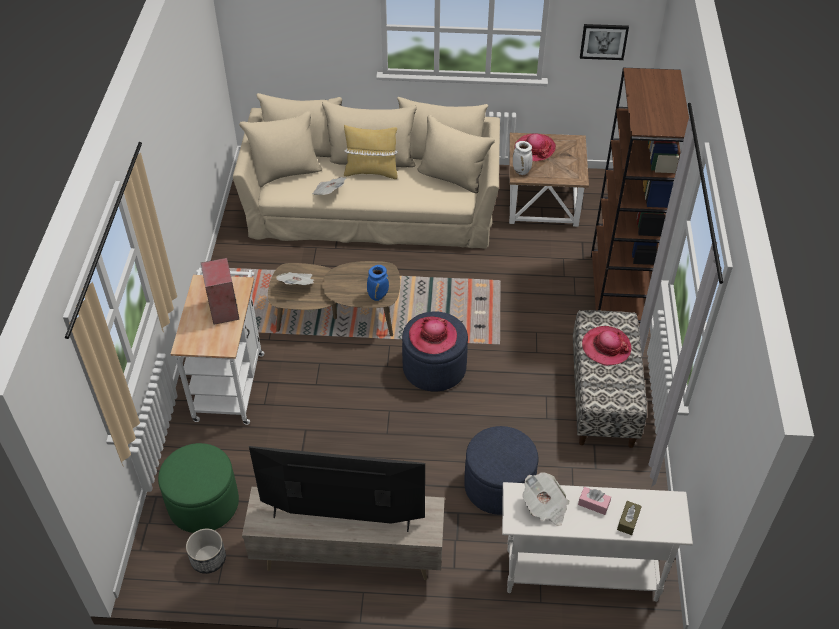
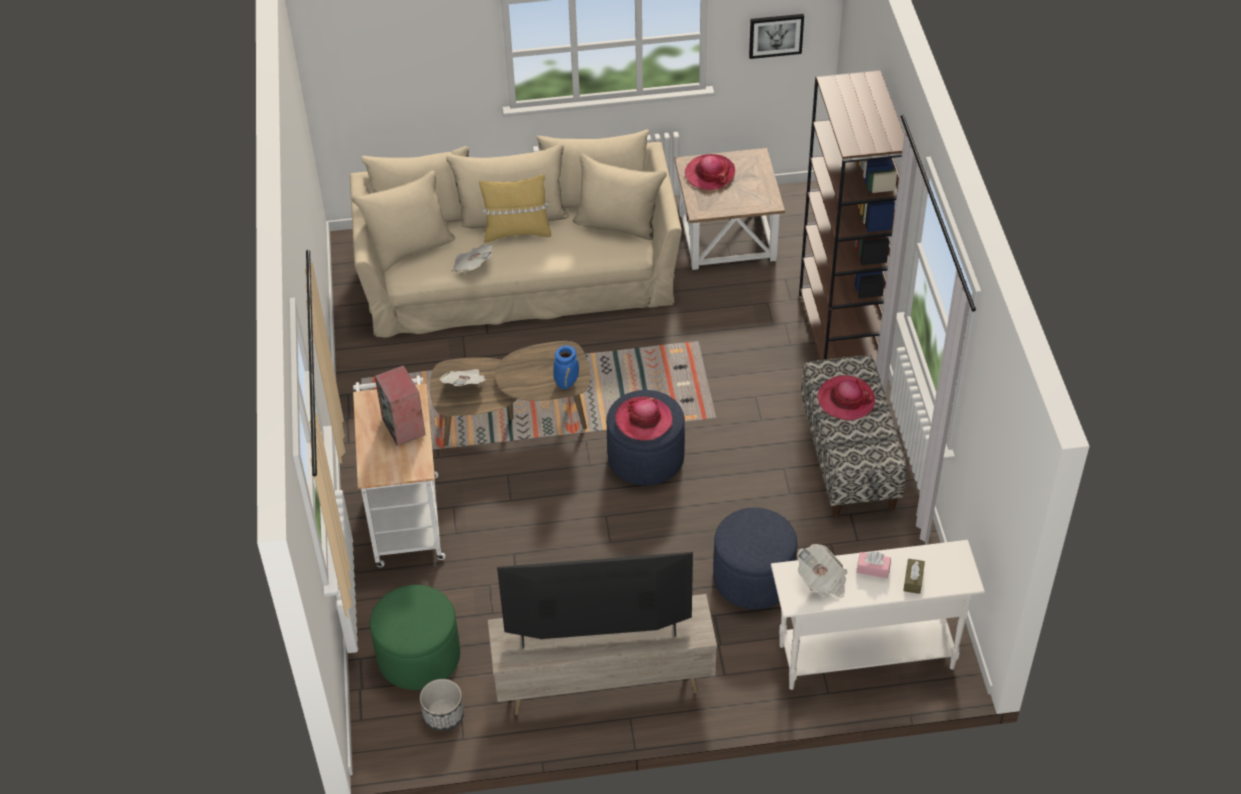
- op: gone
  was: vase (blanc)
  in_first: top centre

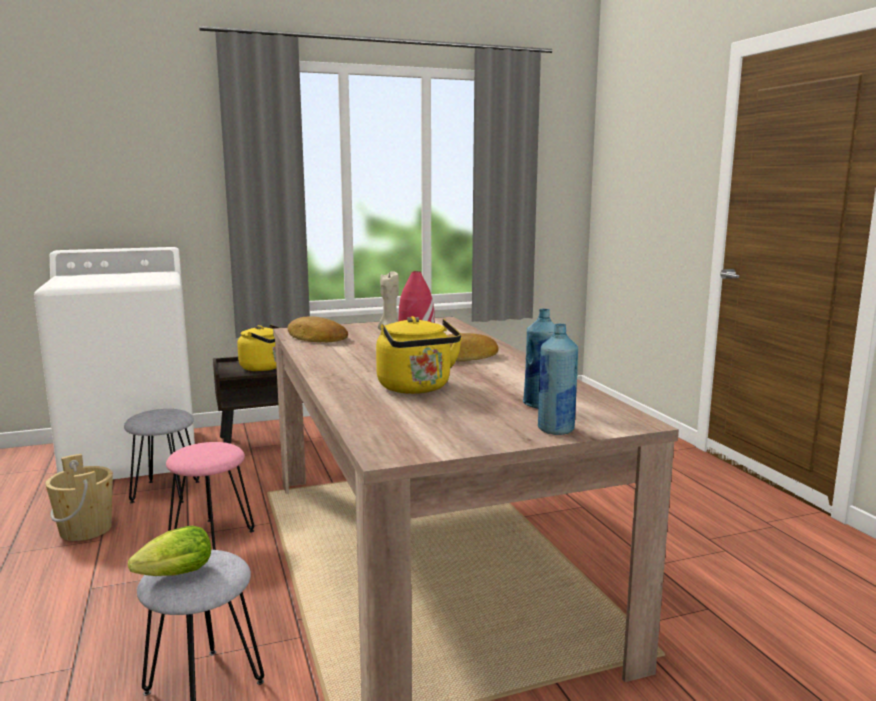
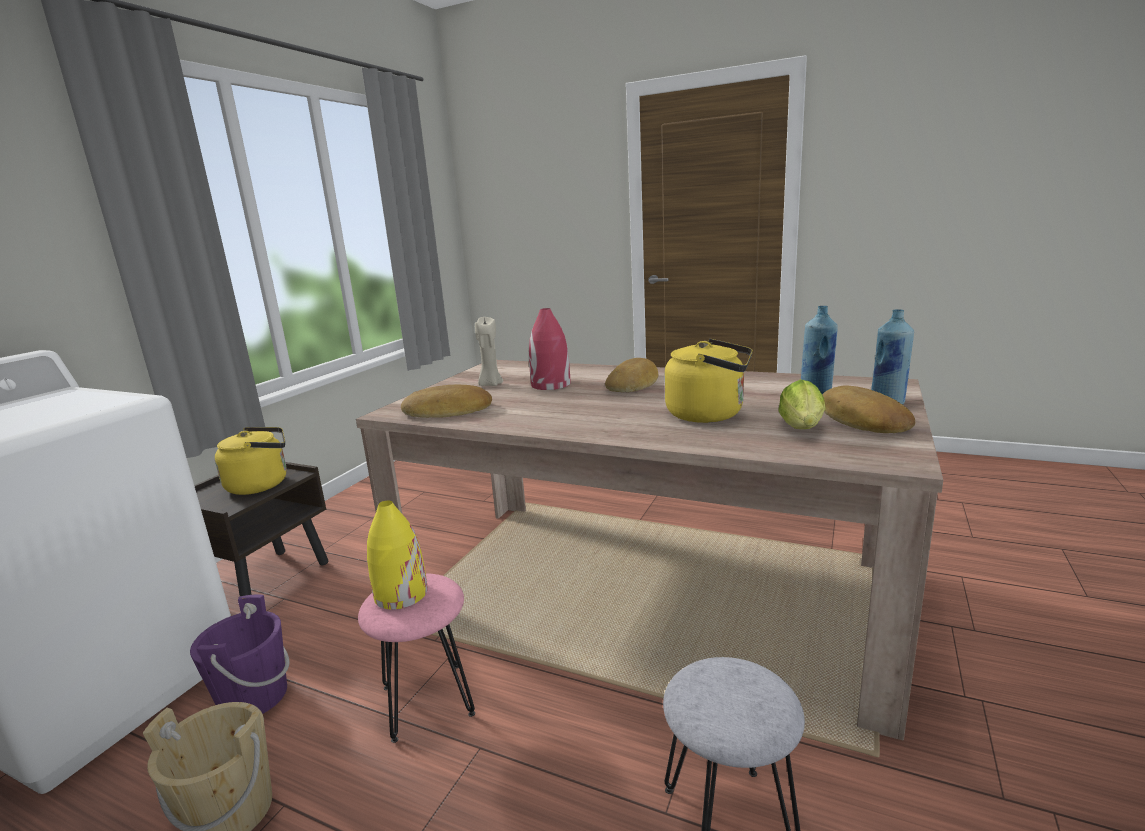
- op: swapped
  was: tabouret (gris) (no. 1 from left)
  now: seau (violet)
  in_first: middle left
  in_second: bottom left
- op: new
  now: vase (jaune)
  in_second: bottom centre
- op: shifted
  was: laitue
  in_first: bottom left
  in_second: middle right
- op: new
  now: pain (no. 3 from left)
  in_second: middle right

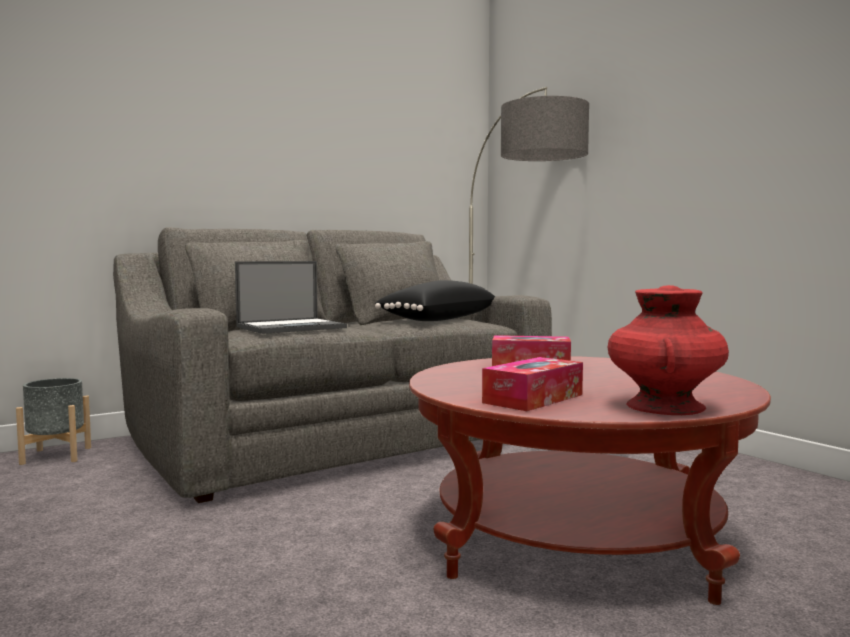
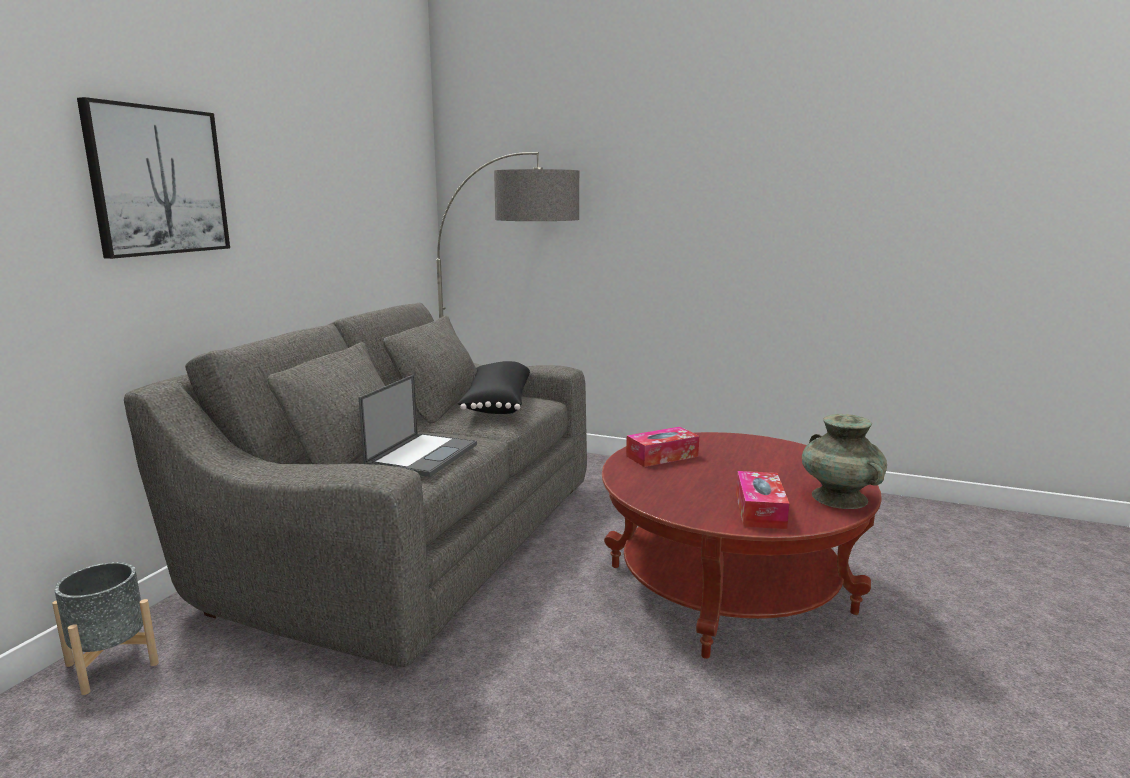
- op: new
  now: tableau
  in_second: top left
- op: repainted
  was: vase (rouge)
  now: vase (turquoise)
  in_first: middle right
  in_second: middle right

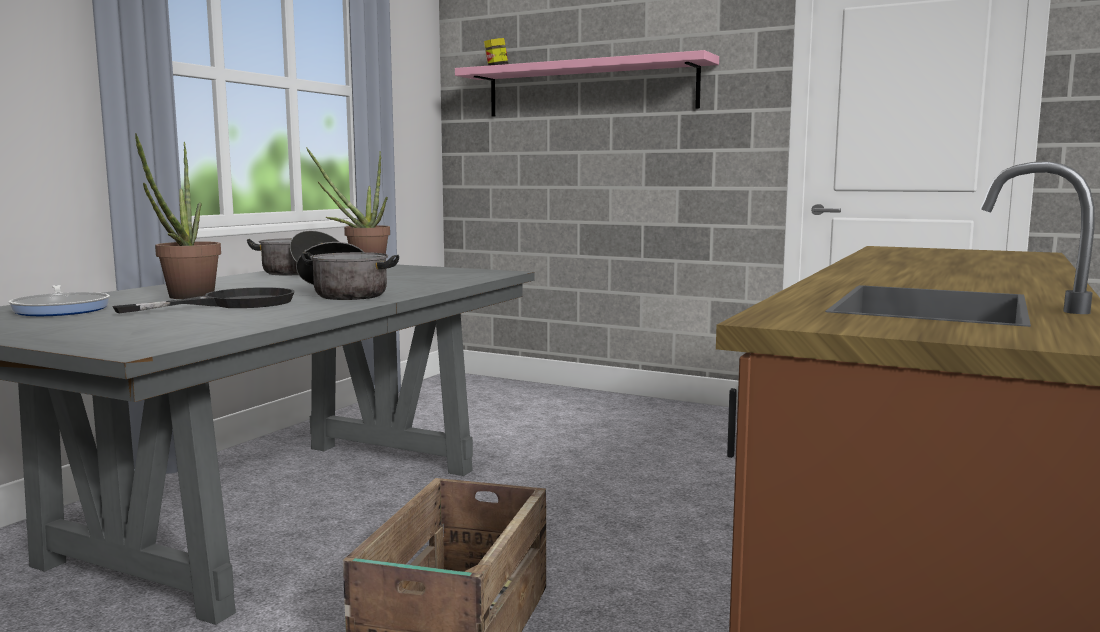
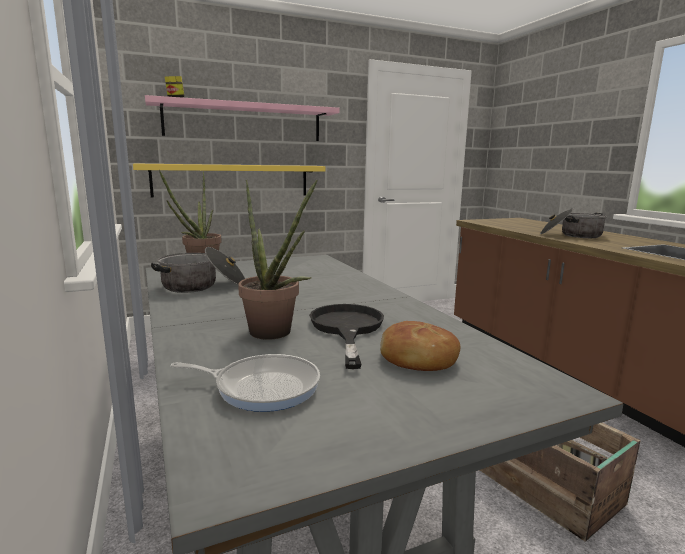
- op: new
  now: étagère (jaune)
  in_second: top centre
- op: new
  now: pain
  in_second: centre
- op: shifted
  was: marmite (no. 2 from left)
  in_first: middle left
  in_second: middle right

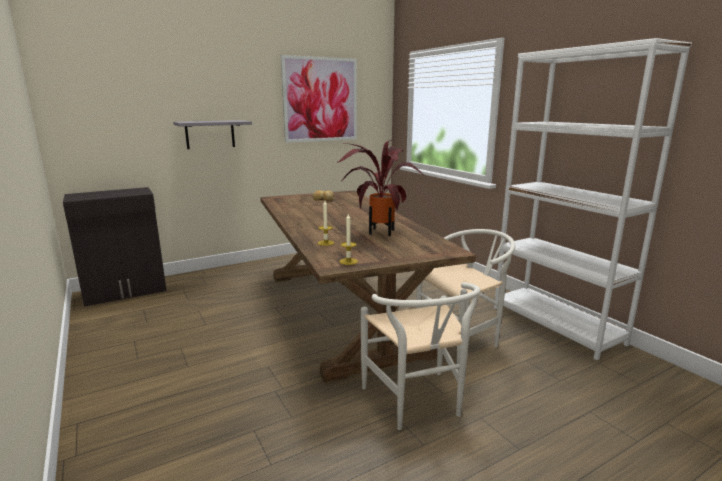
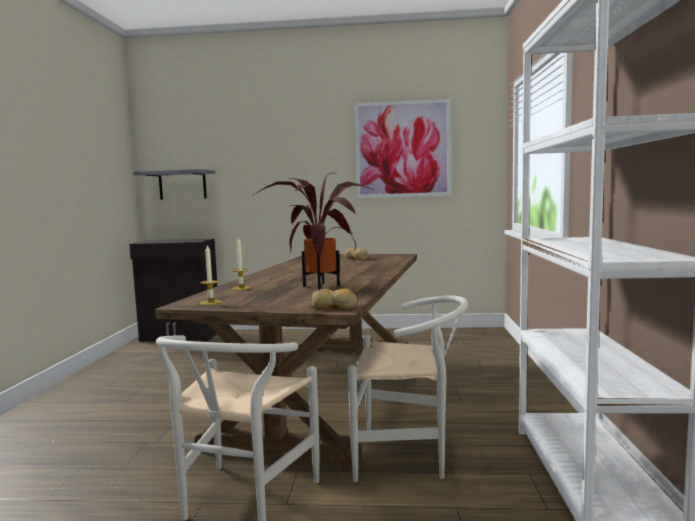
- op: shifted
  was: étagère (gris)
  in_first: top left
  in_second: middle left
- op: new
  now: pain (no. 1 from left)
  in_second: centre

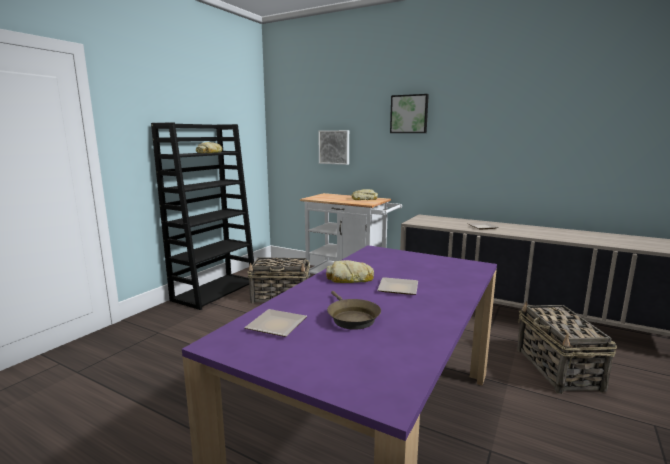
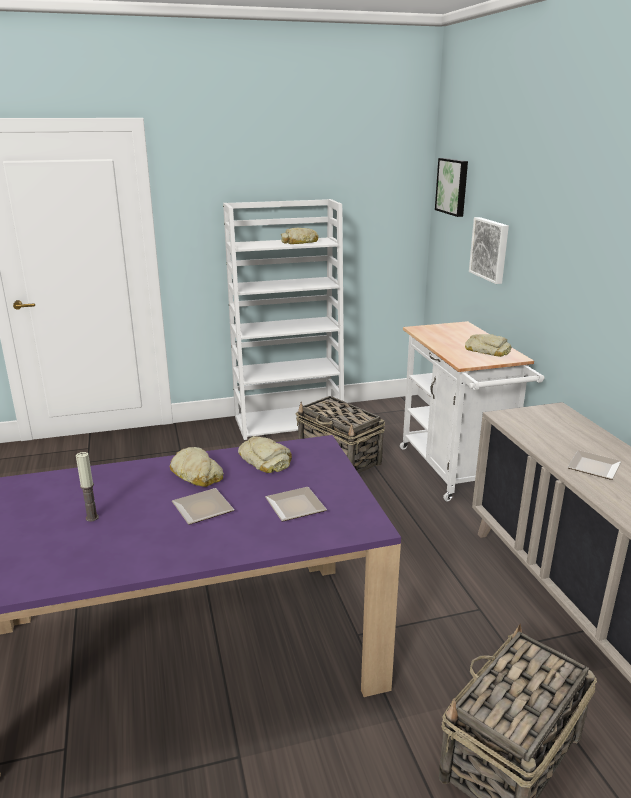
- op: swapped
  was: poêle (marron)
  now: bougie
  in_first: bottom centre
  in_second: middle left
- op: repainted
  was: bibliothèque (noir)
  now: bibliothèque (blanc)
  in_first: middle left
  in_second: centre
- op: new
  now: pain (no. 2 from left)
  in_second: centre
- op: shifted
  was: assiette (no. 1 from left in the first image)
  now: assiette (no. 2 from left)
  in_first: bottom centre
  in_second: centre
- op: shifted
  was: tableau (no. 2 from left in the first image)
  now: tableau (no. 1 from left)
  in_first: top centre
  in_second: top right

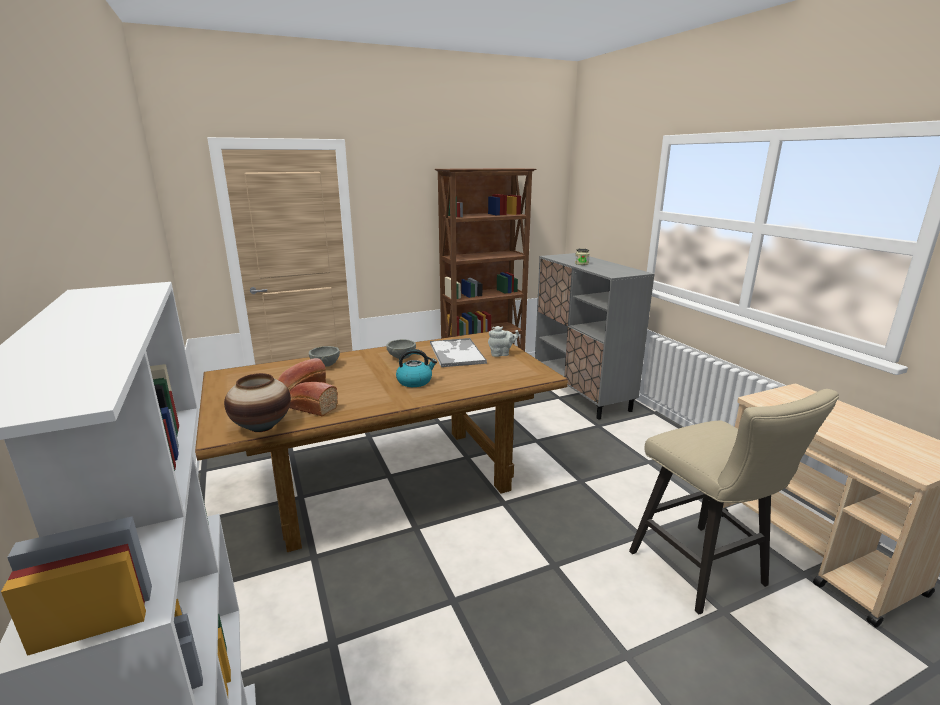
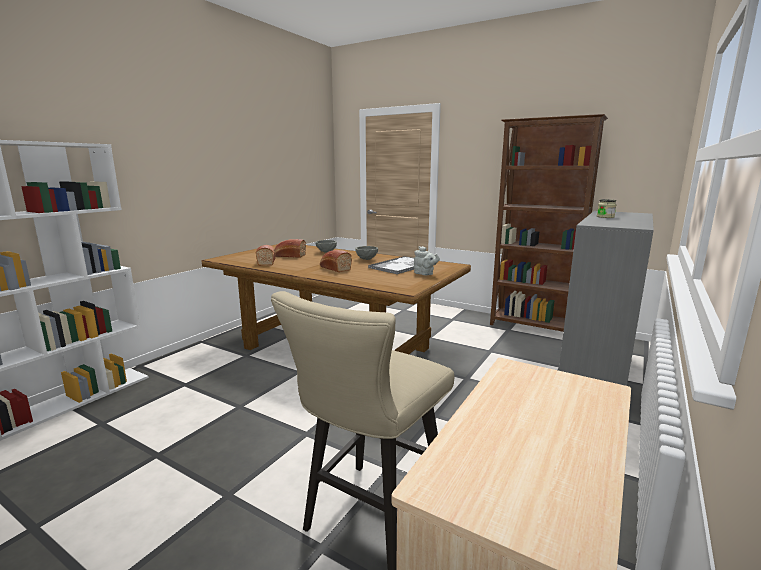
- op: swapped
  was: bouilloire
  now: pain (no. 3 from left)
  in_first: centre
  in_second: centre
- op: gone
  was: vase
  in_first: middle left

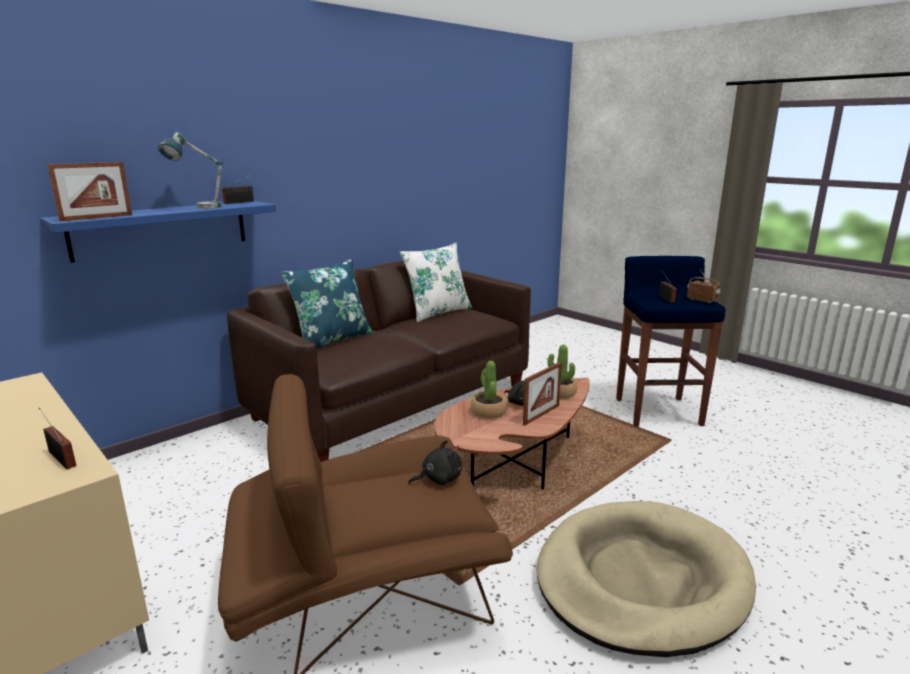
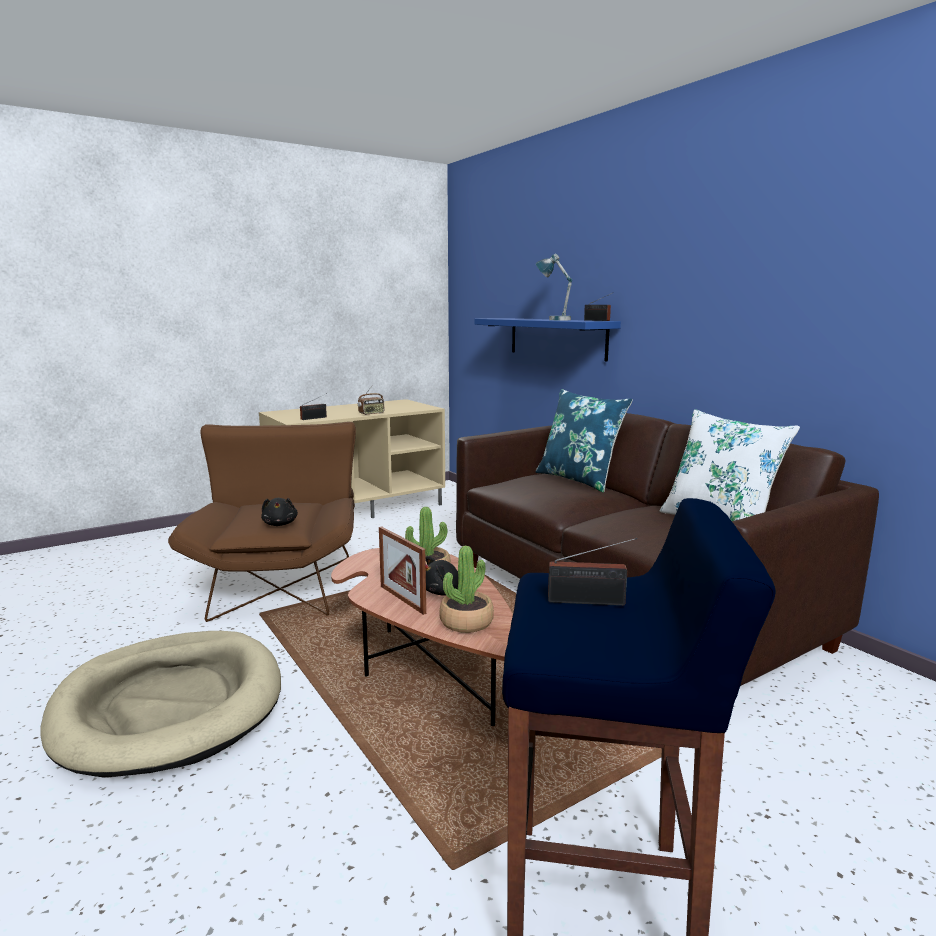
- op: shifted
  was: radio (no. 4 from left in the first image)
  now: radio (no. 2 from left)
  in_first: middle right
  in_second: centre
- op: gone
  was: cadre photo (no. 1 from left)
  in_first: top left

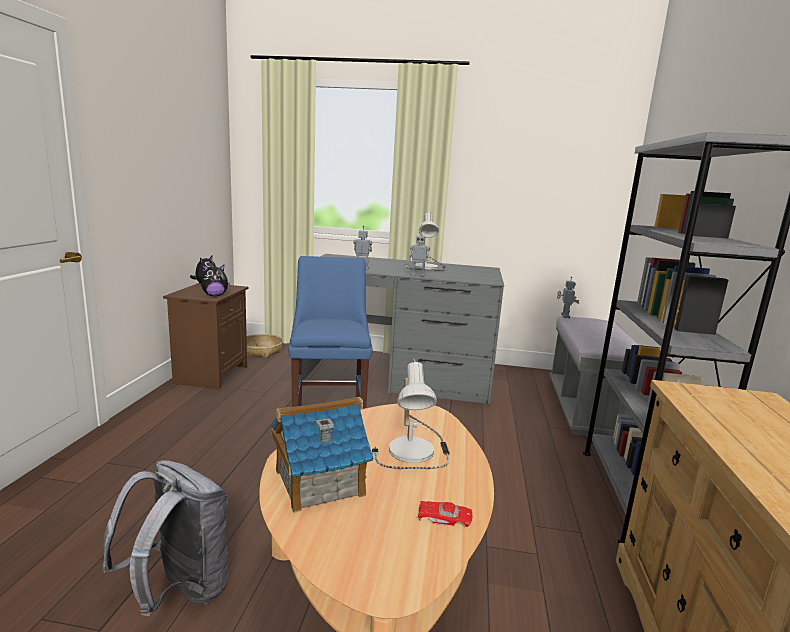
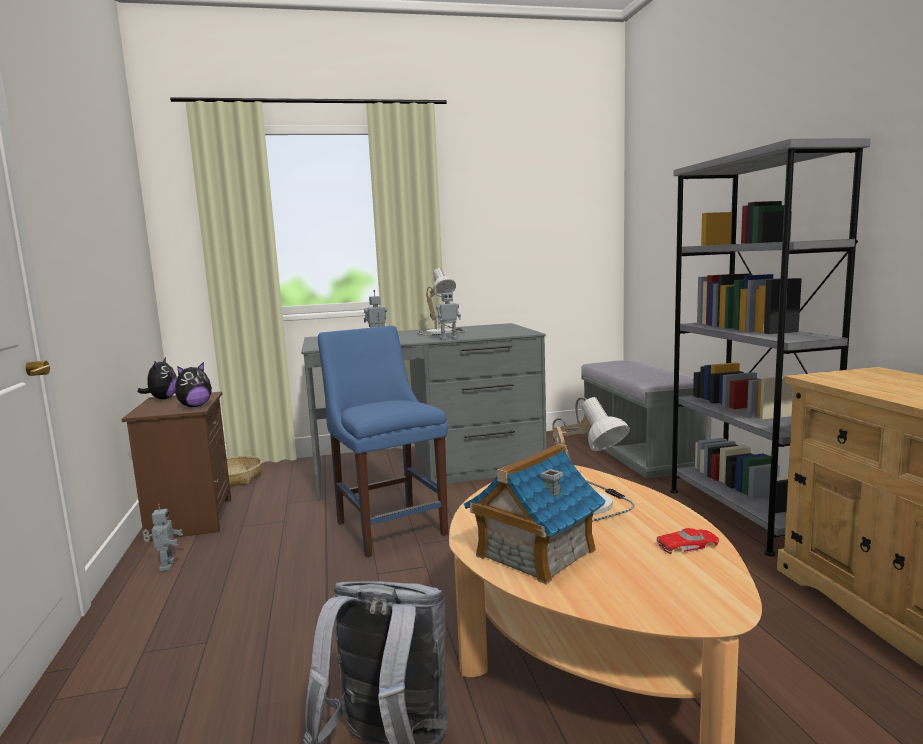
- op: shifted
  was: robot jouet (no. 3 from left in the first image)
  now: robot jouet (no. 1 from left)
  in_first: middle right
  in_second: bottom left

